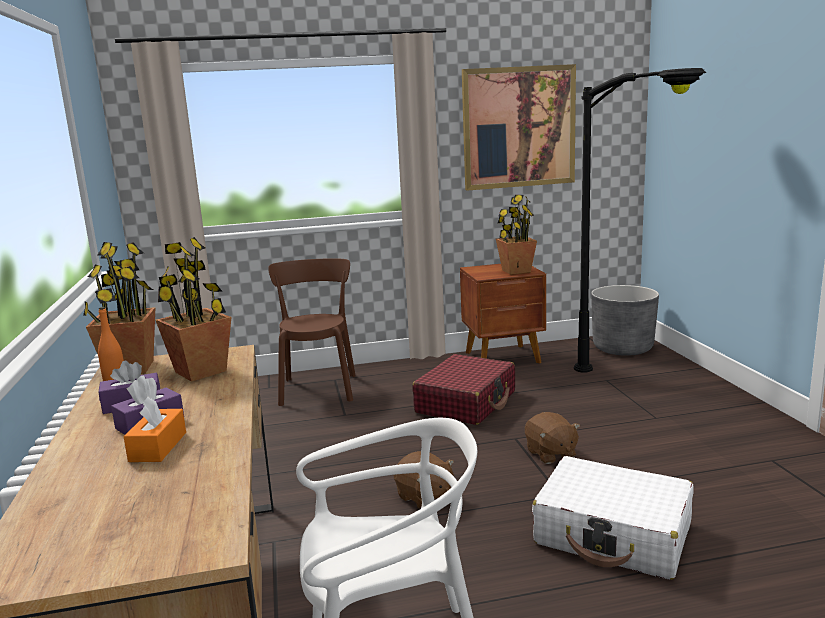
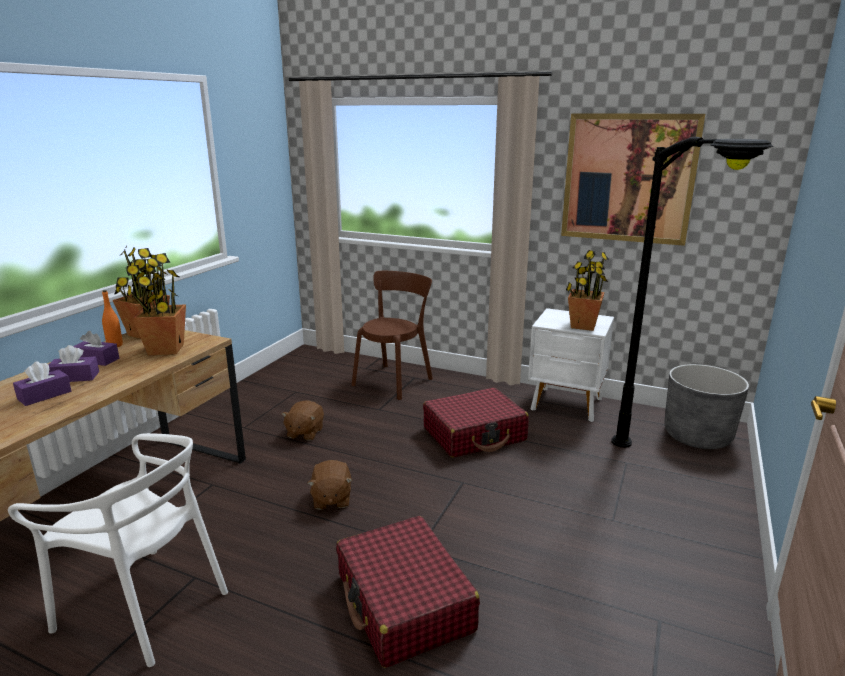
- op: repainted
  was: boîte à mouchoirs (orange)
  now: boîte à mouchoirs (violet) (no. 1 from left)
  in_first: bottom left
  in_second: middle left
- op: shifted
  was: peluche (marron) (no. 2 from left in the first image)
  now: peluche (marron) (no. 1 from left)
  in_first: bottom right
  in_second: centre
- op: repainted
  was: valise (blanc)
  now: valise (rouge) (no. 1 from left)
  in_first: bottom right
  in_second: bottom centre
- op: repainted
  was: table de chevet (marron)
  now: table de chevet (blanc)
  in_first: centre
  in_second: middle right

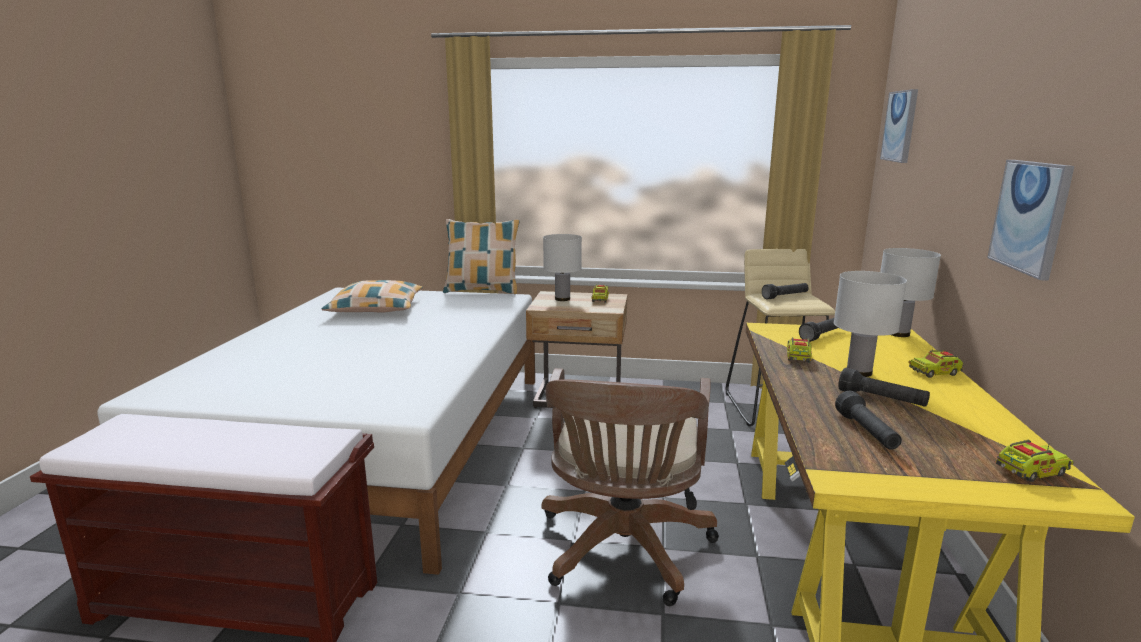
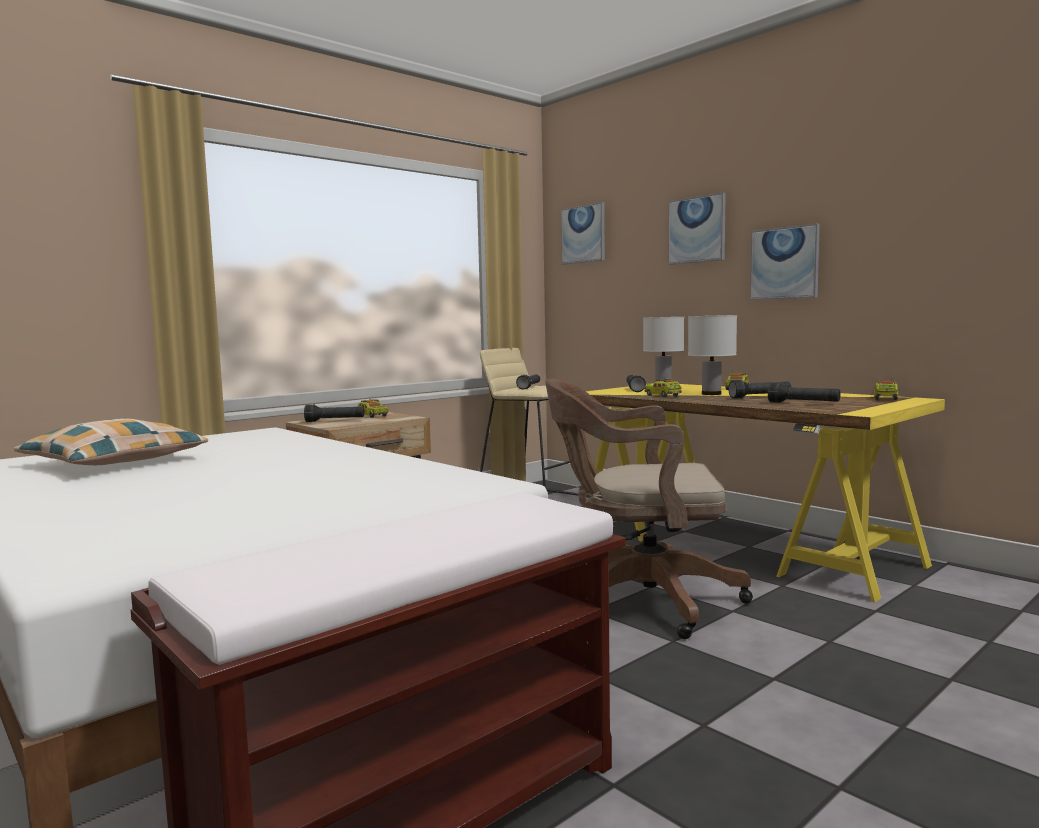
- op: swapped
  was: lampe de table (blanc) (no. 1 from left)
  now: lampe de poche (noir) (no. 1 from left)
  in_first: centre
  in_second: middle left
- op: rotated
  was: chaise de bureau (marron)
  in_first: bottom centre
  in_second: centre
  clockwise: 135
- op: new
  now: tableau (no. 2 from left)
  in_second: top right
- op: gone
  was: coussin (no. 2 from left)
  in_first: centre

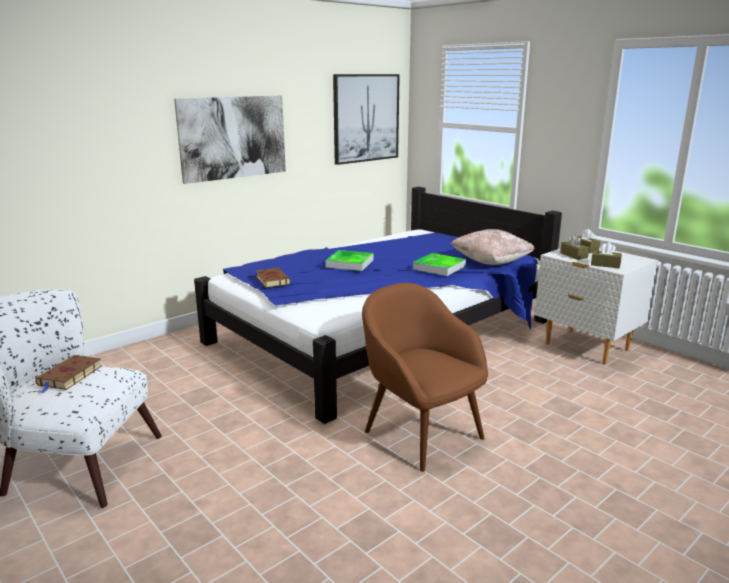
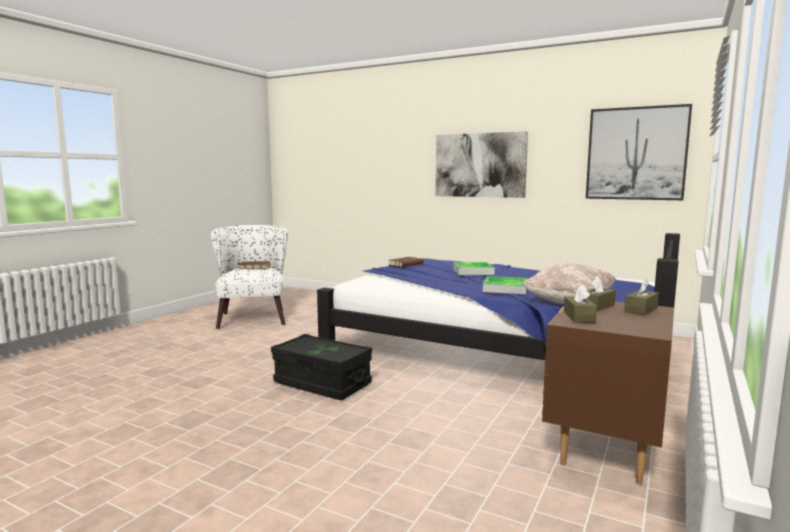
- op: swapped
  was: fauteuil (marron)
  now: boîte de rangement (noir)
  in_first: centre
  in_second: bottom centre
- op: repainted
  was: table de chevet (blanc)
  now: table de chevet (marron)
  in_first: middle right
  in_second: bottom right

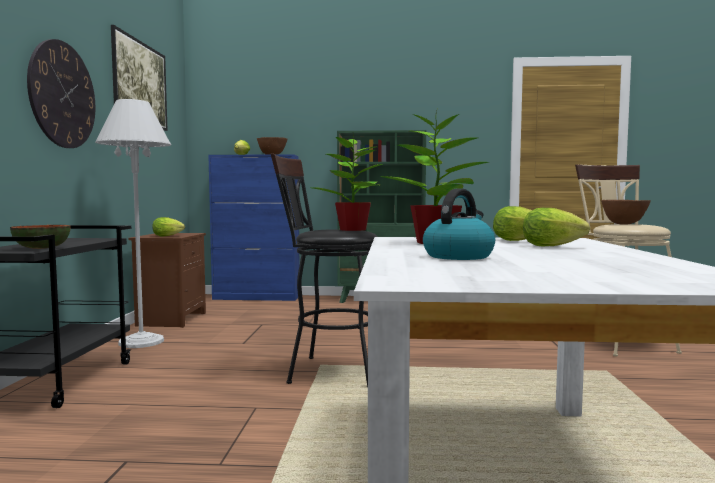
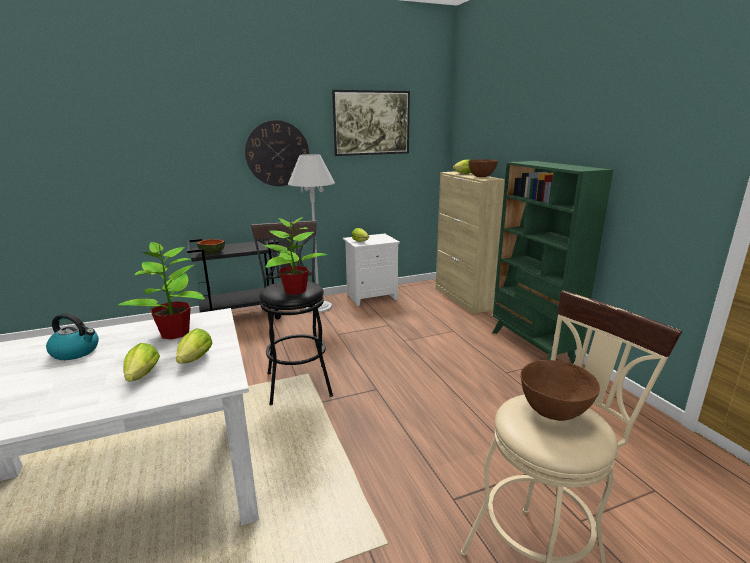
- op: repainted
  was: table de chevet (marron)
  now: table de chevet (blanc)
  in_first: middle left
  in_second: centre
- op: repainted
  was: meuble de rangement (bleu)
  now: meuble de rangement (beige)
  in_first: centre
  in_second: centre

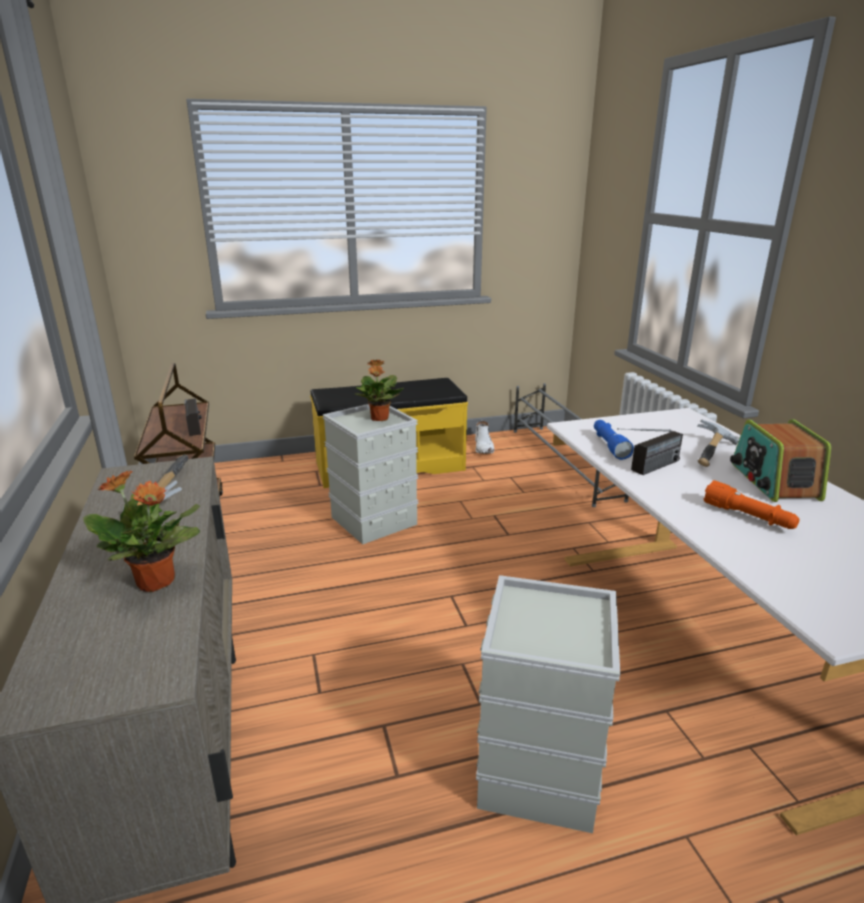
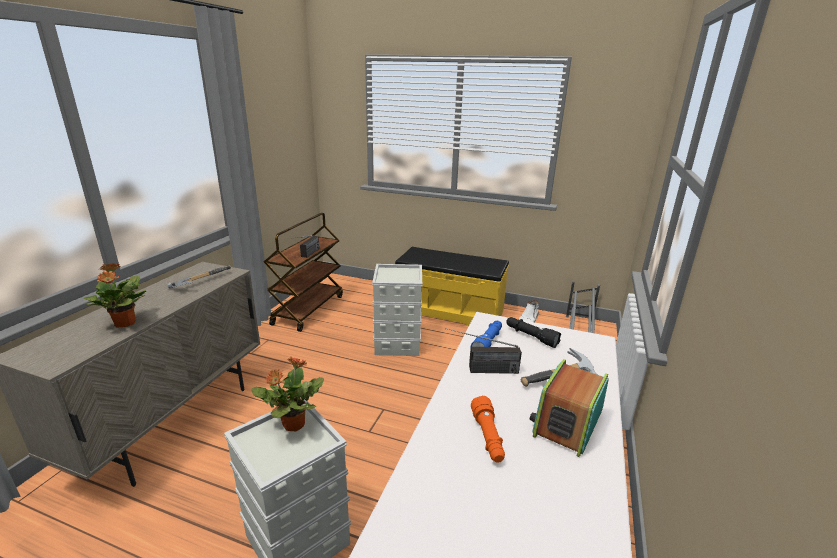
- op: shifted
  was: plante en pot (no. 2 from left)
  in_first: centre
  in_second: bottom centre
- op: new
  now: lampe de poche (noir)
  in_second: centre

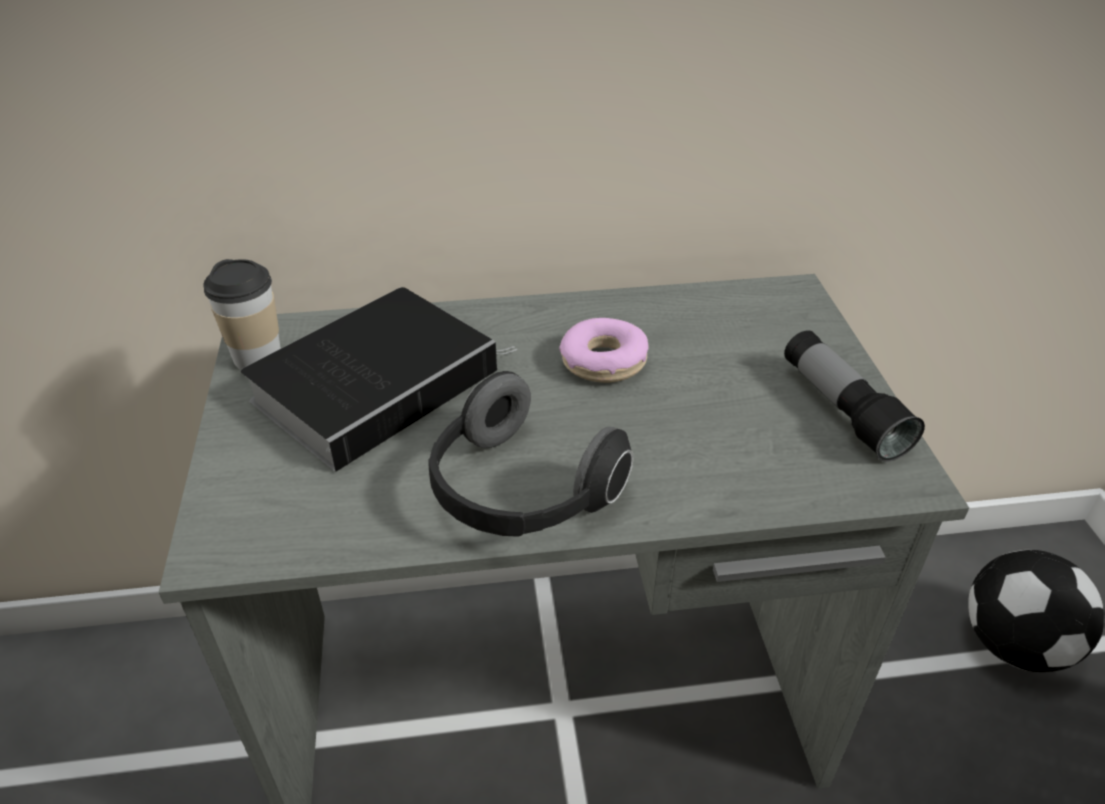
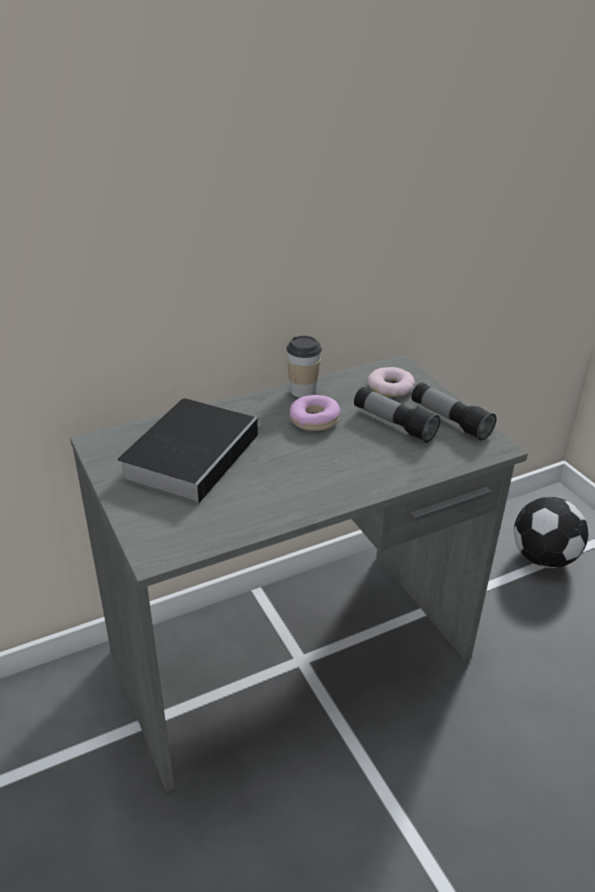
- op: shifted
  was: tasse
  in_first: middle left
  in_second: centre
- op: new
  now: lampe de poche (no. 1 from left)
  in_second: middle right
- op: new
  now: beignet (no. 2 from left)
  in_second: centre
- op: gone
  was: casque audio
  in_first: centre

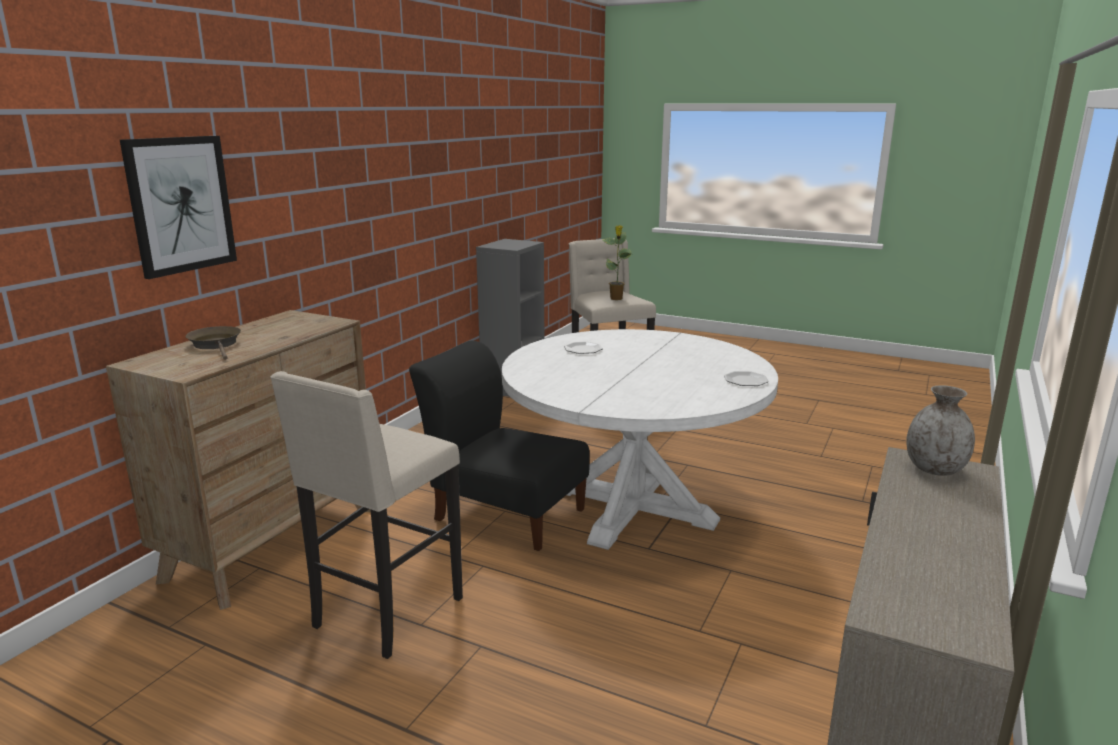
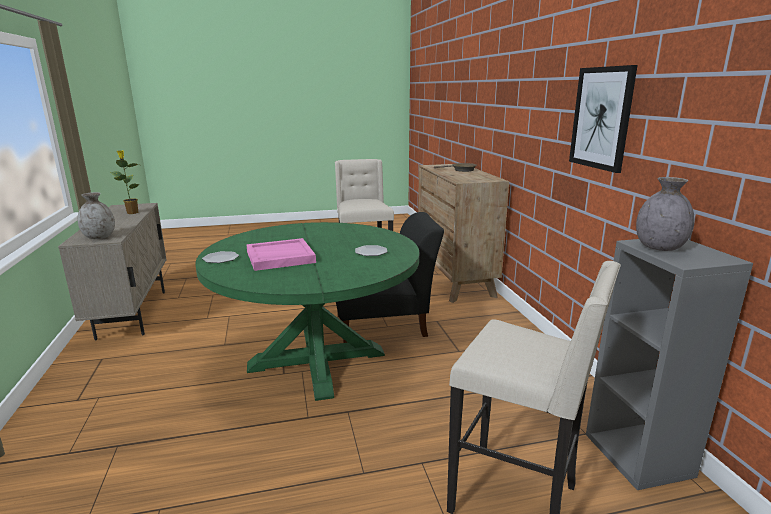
- op: shifted
  was: plante en pot
  in_first: centre
  in_second: middle left
- op: repainted
  was: table à manger (blanc)
  now: table à manger (vert)
  in_first: centre
  in_second: centre
- op: new
  now: plateau (rose)
  in_second: centre
- op: shifted
  was: tableau
  in_first: top left
  in_second: top right
- op: new
  now: vase (gris) (no. 2 from left)
  in_second: middle right

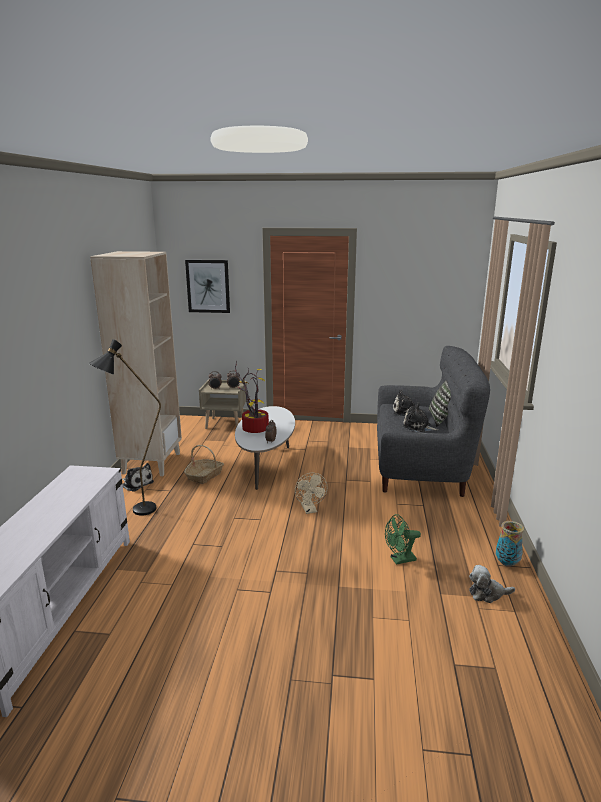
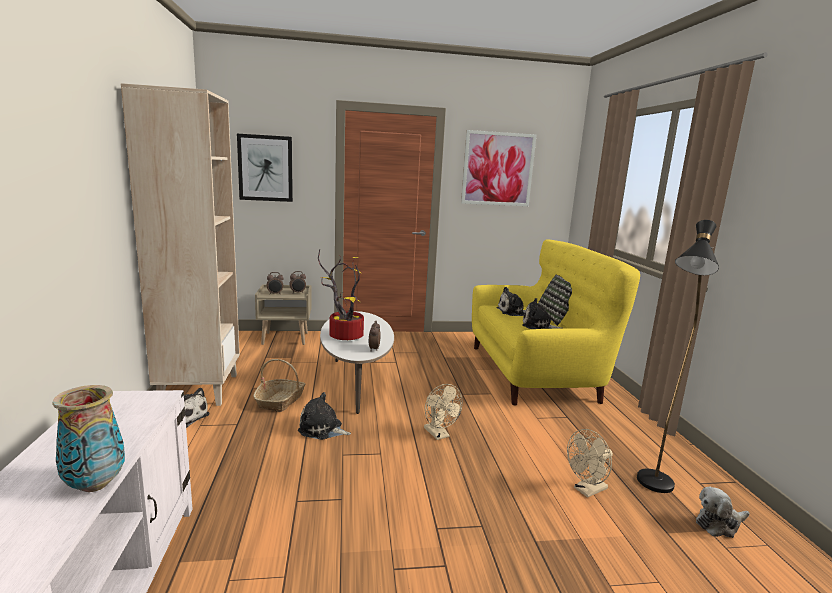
- op: shifted
  was: vase
  in_first: bottom right
  in_second: bottom left
- op: new
  now: peluche (no. 2 from left)
  in_second: bottom centre
- op: new
  now: tableau (no. 2 from left)
  in_second: top centre
- op: repainted
  was: canapé (gris)
  now: canapé (jaune)
  in_first: middle right
  in_second: middle right
- op: repainted
  was: ventilateur (vert)
  now: ventilateur (beige) (no. 2 from left)
  in_first: bottom right
  in_second: bottom right
- op: shifted
  was: lampadaire (noir)
  in_first: middle left
  in_second: middle right

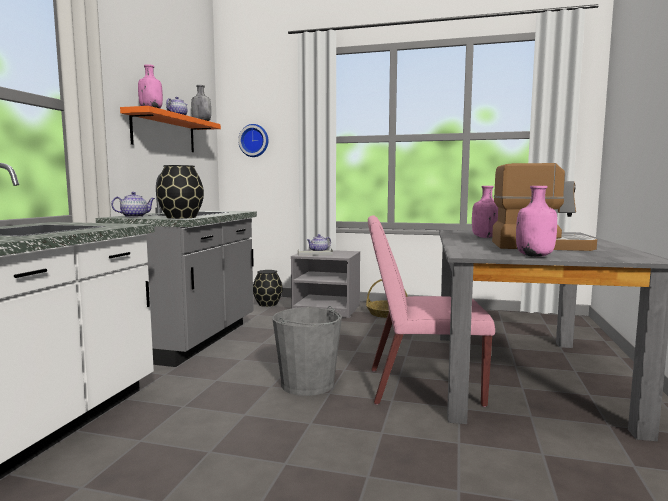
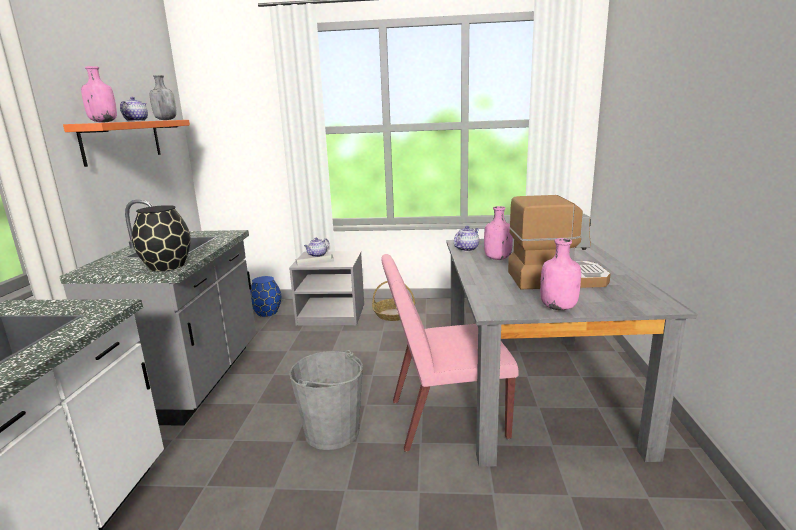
- op: repainted
  was: vase (noir) (no. 2 from left)
  now: vase (bleu)
  in_first: centre
  in_second: middle left
- op: shifted
  was: théière (no. 1 from left in the first image)
  now: théière (no. 3 from left)
  in_first: middle left
  in_second: centre
- op: gone
  was: horloge murale
  in_first: top centre

